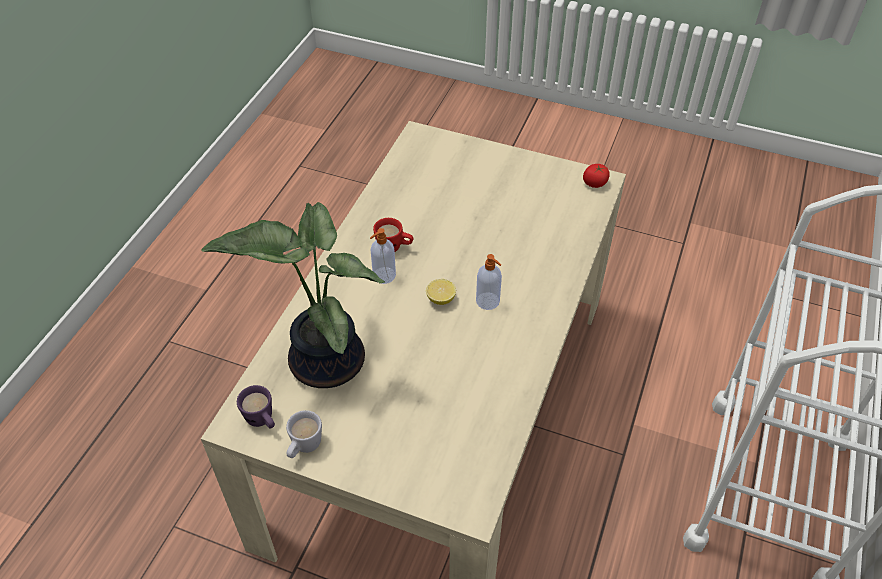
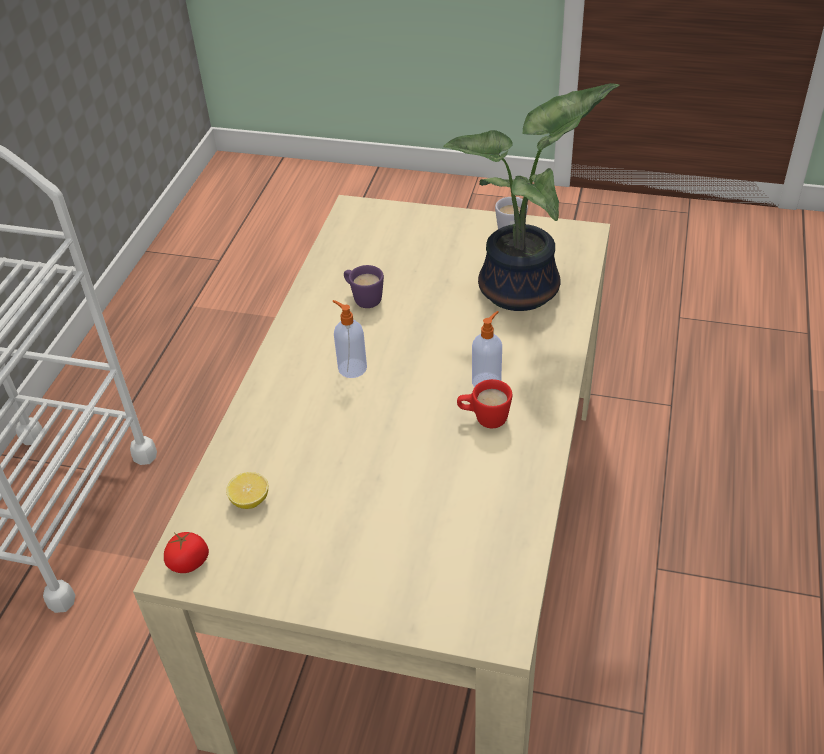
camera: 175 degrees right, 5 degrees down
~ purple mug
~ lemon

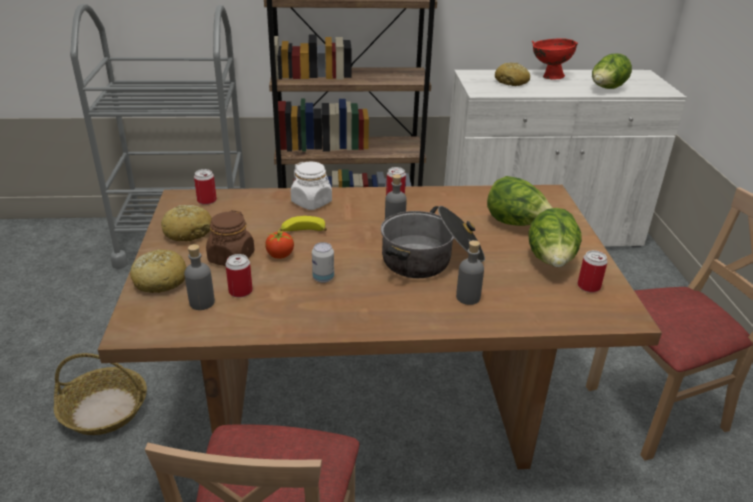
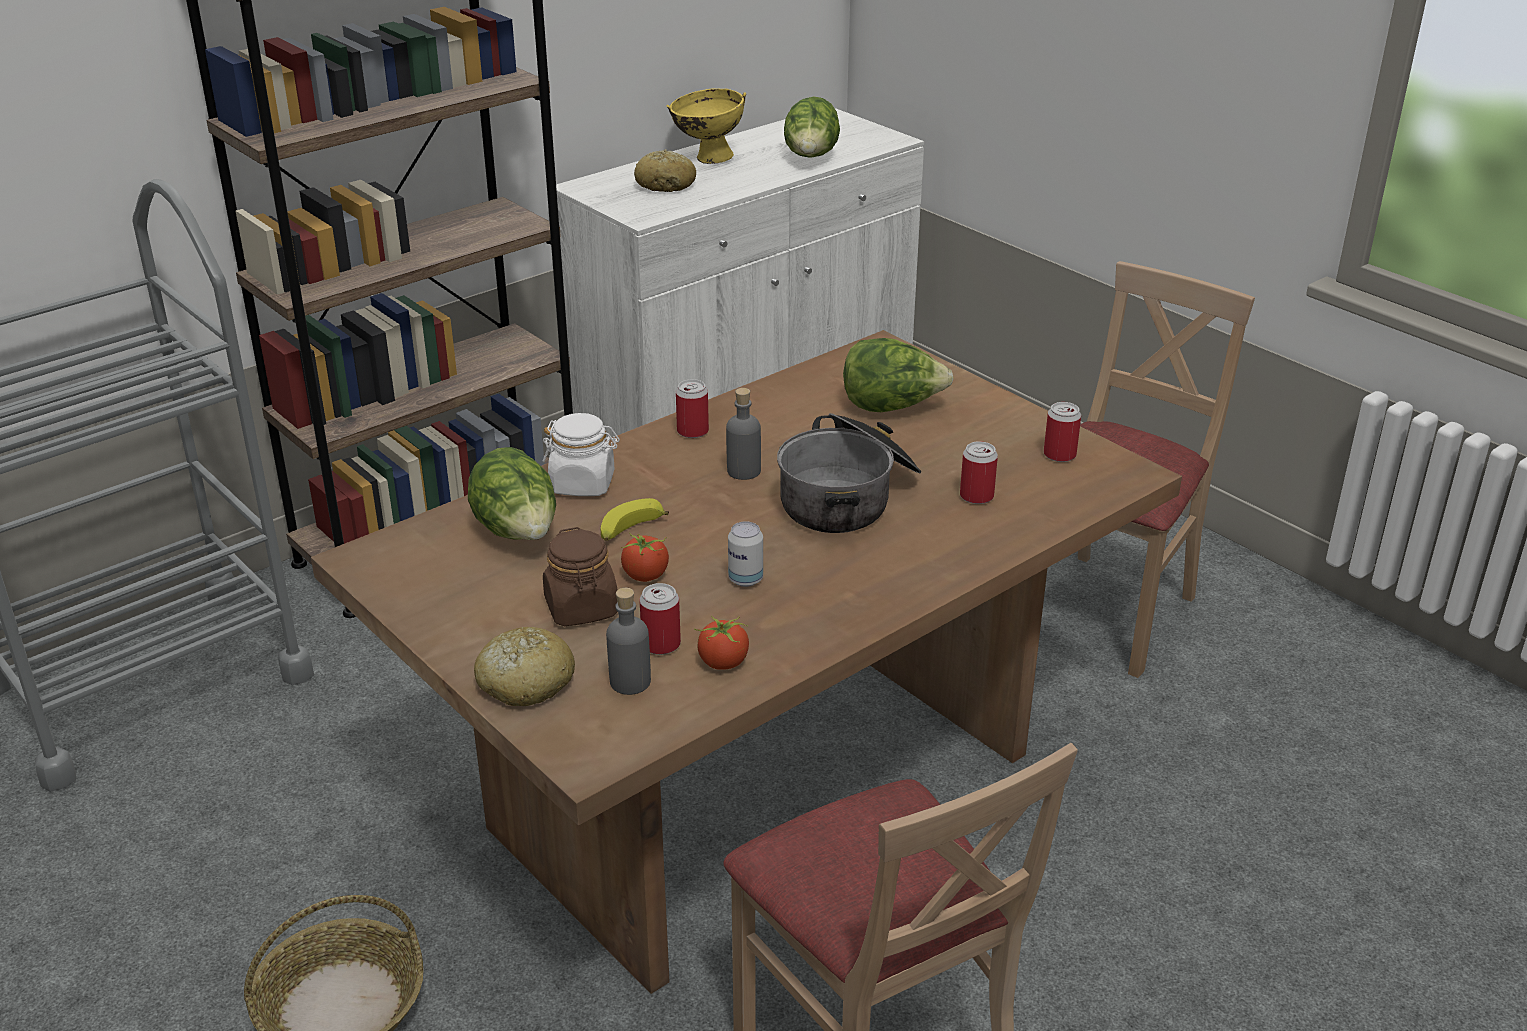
camera: 35 degrees left, 0 degrees up
- bread (2nd from left)
- grey bottle (3rd from left)
+ tomato (2nd from left)
~ can (1st from left in the first image) to can (4th from left)
~ lettuce (2nd from left in the first image) to lettuce (1st from left)
~ red bowl to yellow bowl

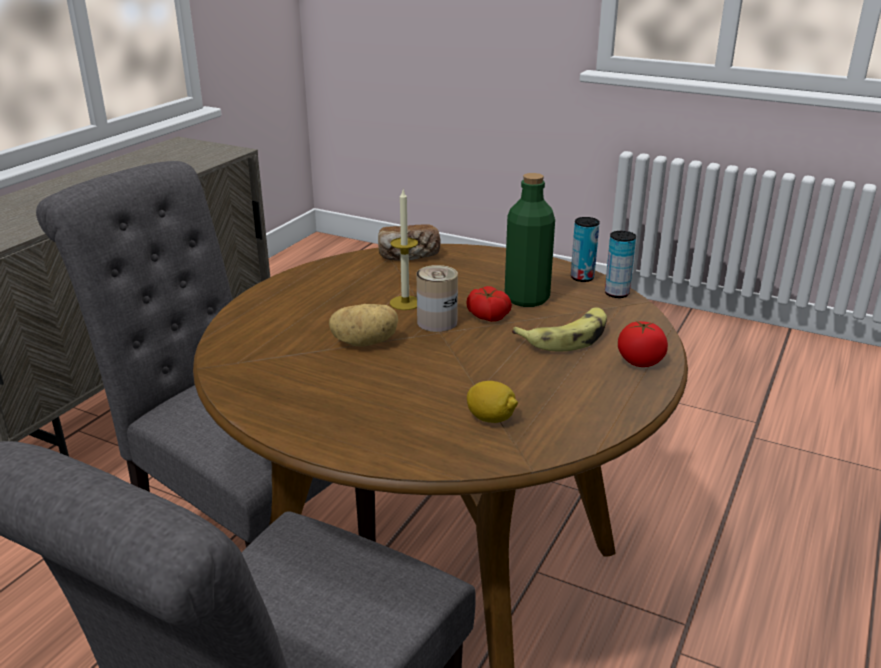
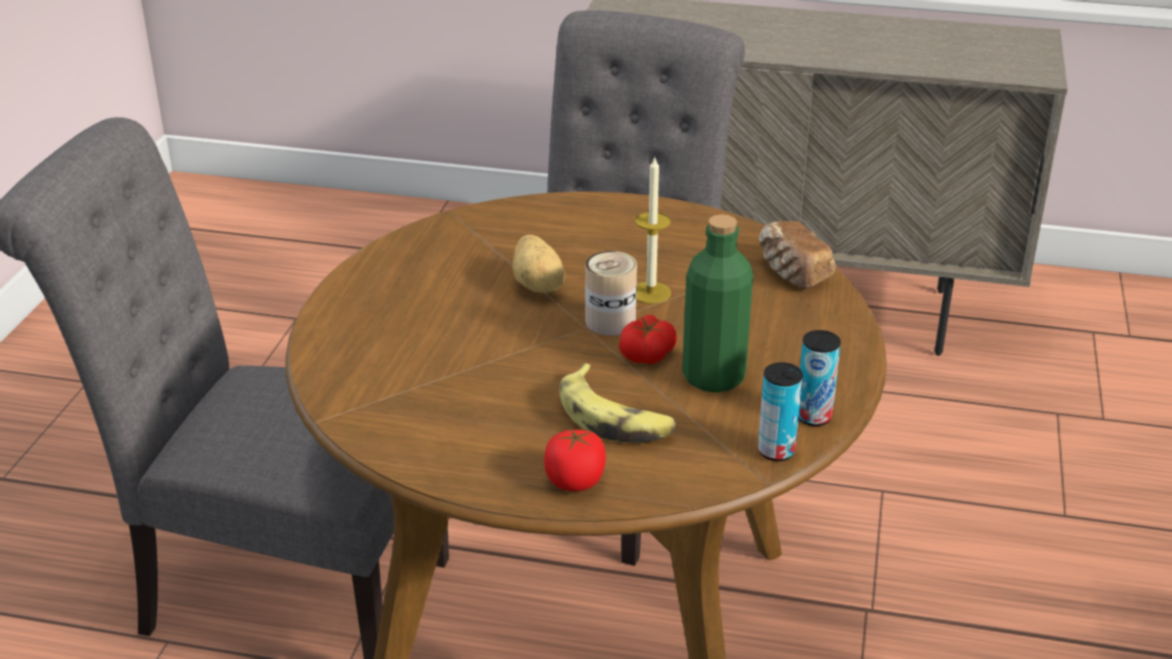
camera: 75 degrees right, 5 degrees up
- lemon

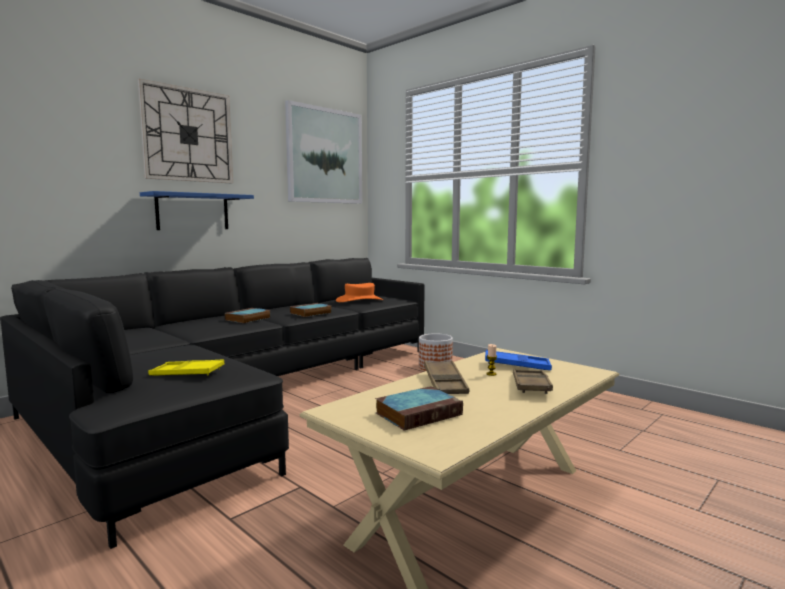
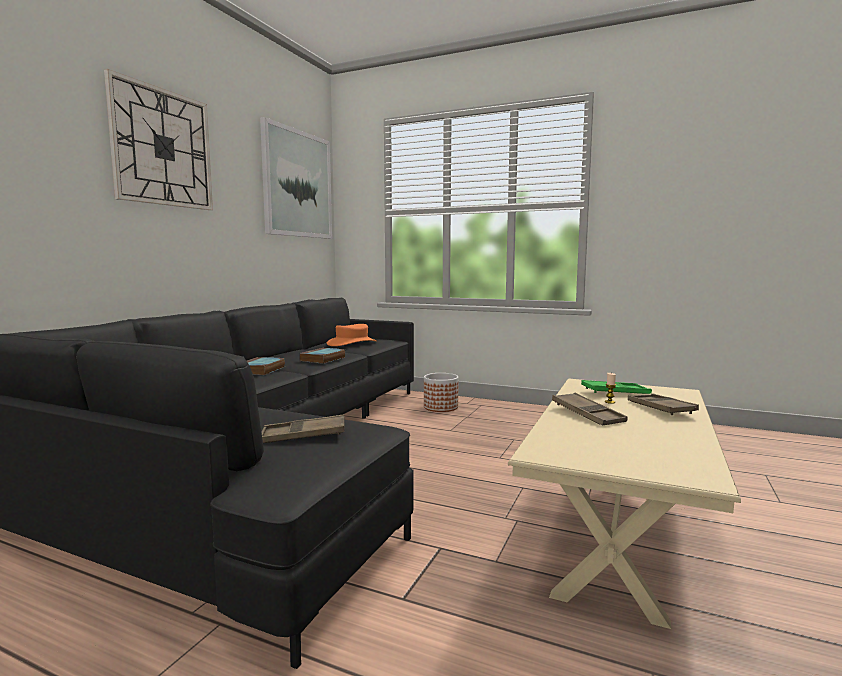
camera: 20 degrees left, 0 degrees up
- blue shelf
- book (3rd from left)
~ yellow tray to brown tray (1st from left)
~ blue tray to green tray

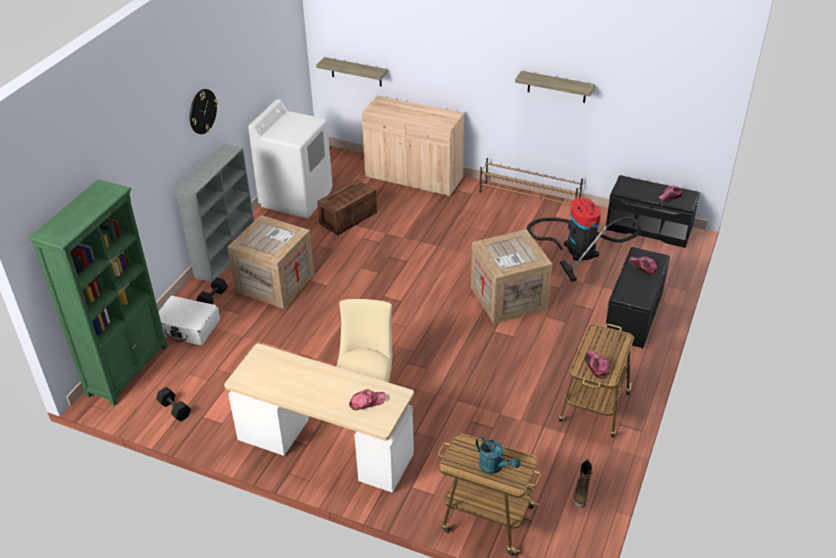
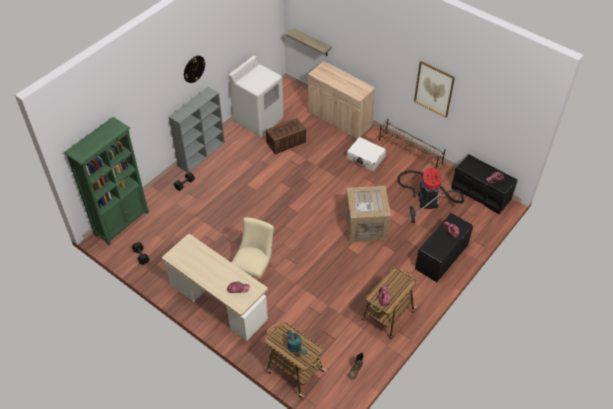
camera: 15 degrees right, 10 degrees up
- crate (1st from left)
~ white suitcase
~ shelf (2nd from left) to picture

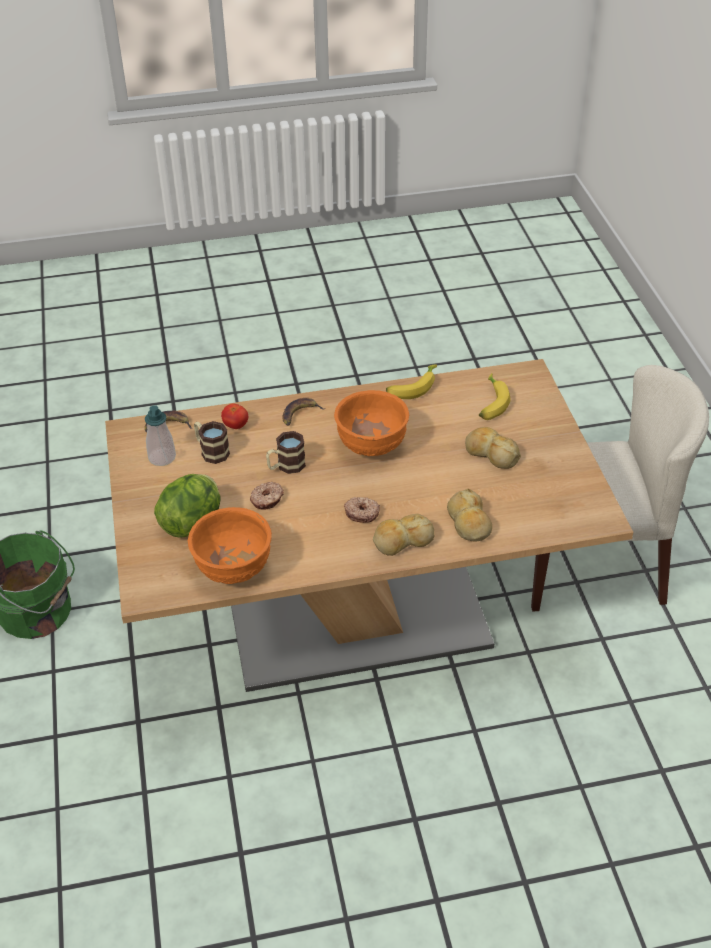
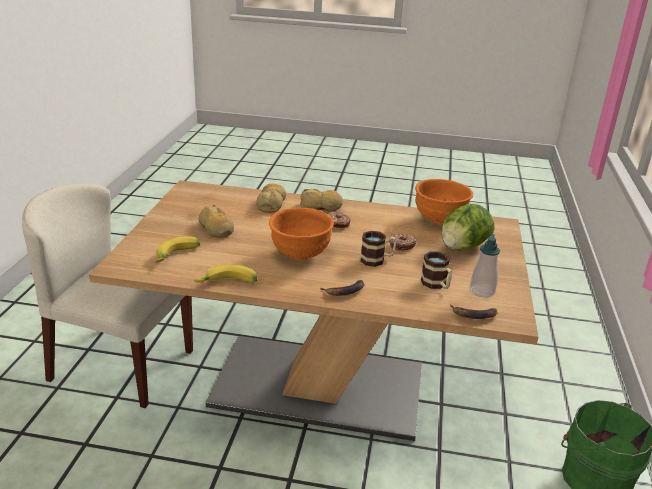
camera: 160 degrees left, 15 degrees down
- tomato

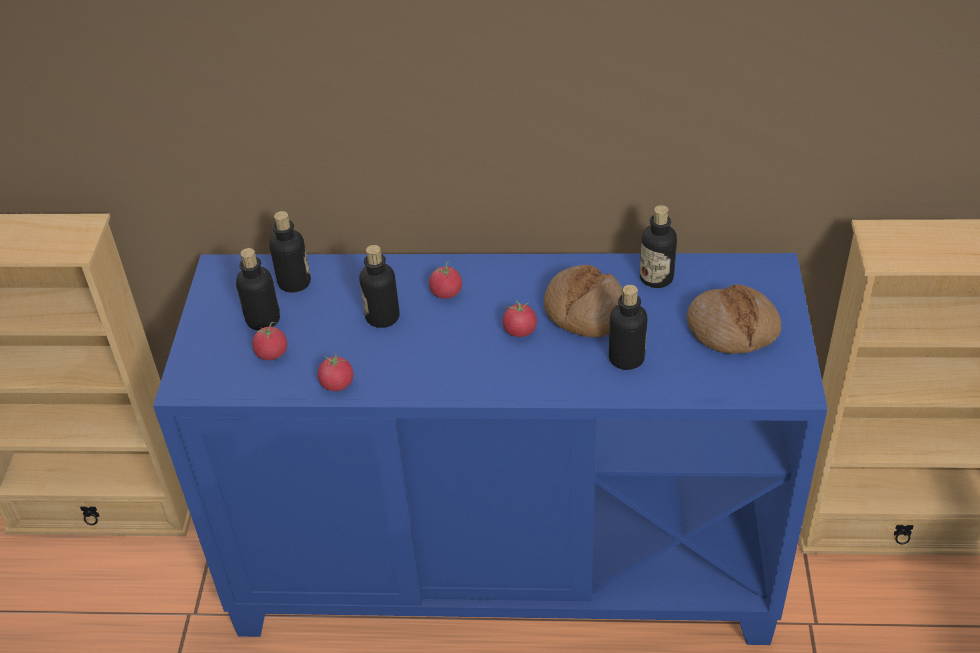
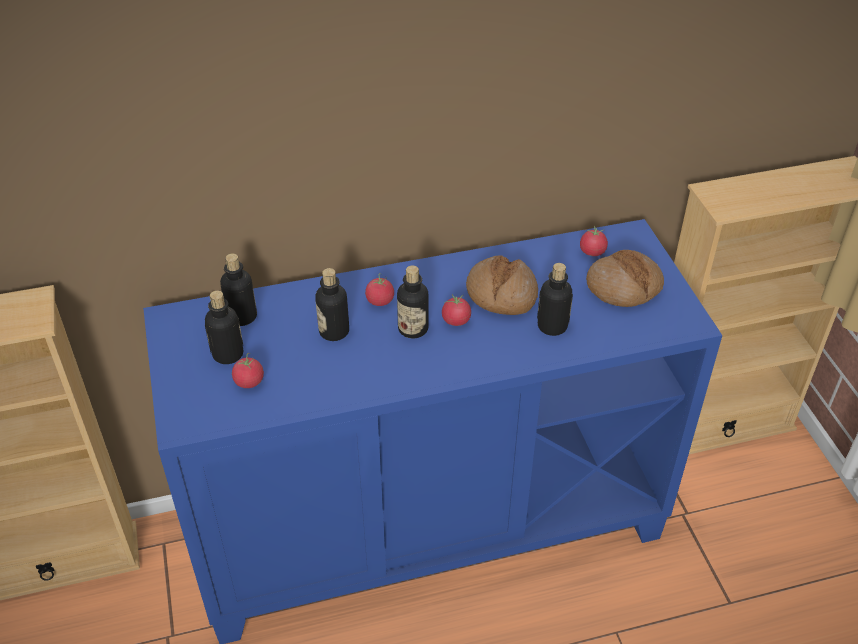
camera: 20 degrees left, 0 degrees up
~ tomato (2nd from left in the first image) to tomato (4th from left)
~ bottle (5th from left in the first image) to bottle (4th from left)

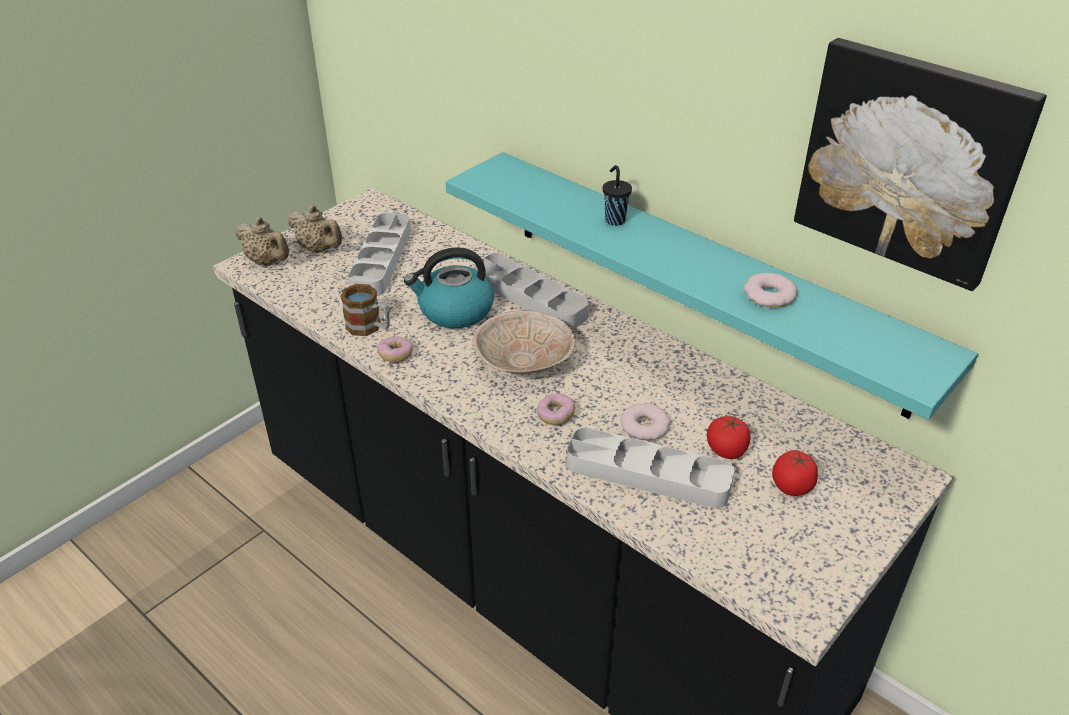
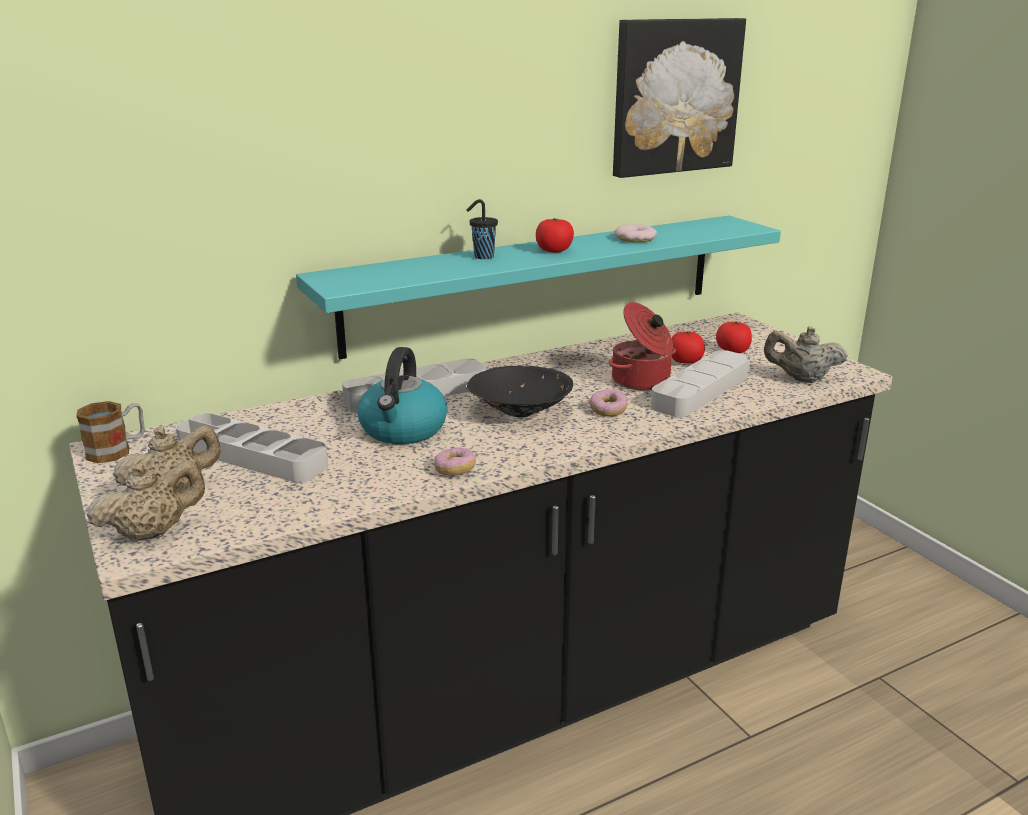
camera: 70 degrees left, 15 degrees down
+ tomato (1st from left)
+ beige teapot (3rd from left)
~ mug
~ donut (3rd from left) to cooking pot
~ beige bowl to black bowl

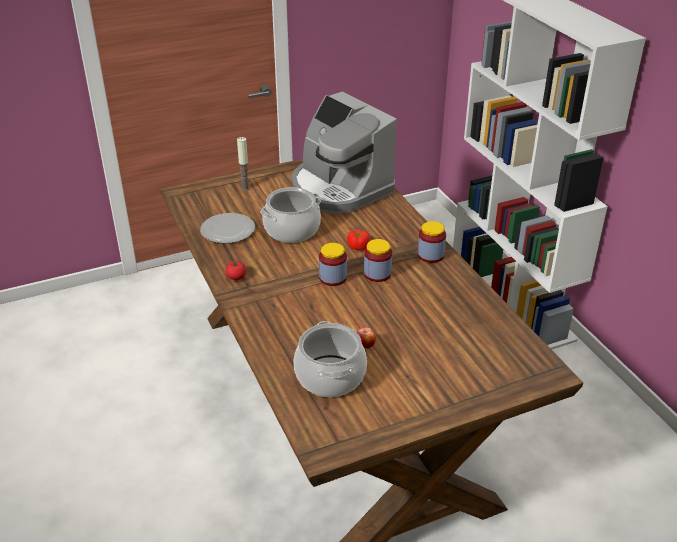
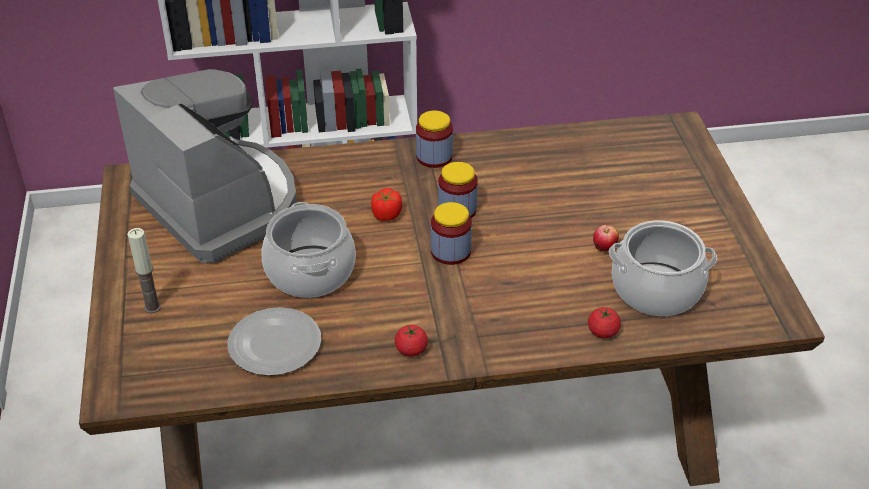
camera: 75 degrees left, 5 degrees up
+ tomato (3rd from left)
~ coffee machine 105 degrees counterclockwise

